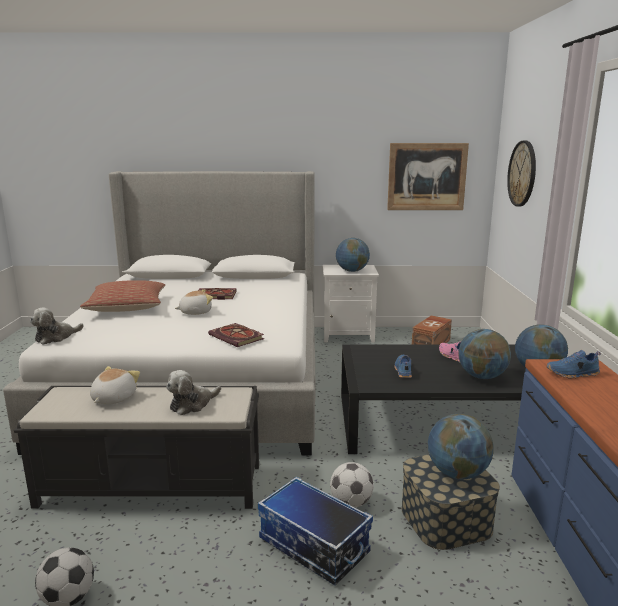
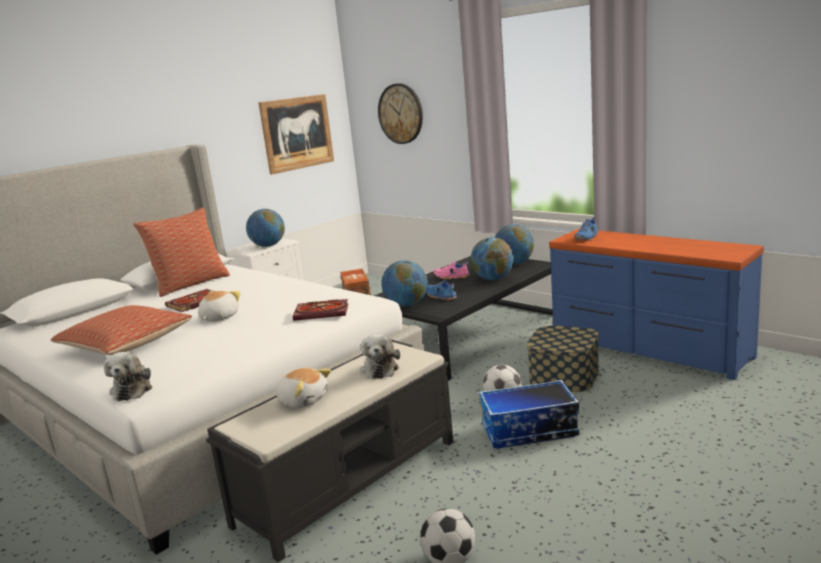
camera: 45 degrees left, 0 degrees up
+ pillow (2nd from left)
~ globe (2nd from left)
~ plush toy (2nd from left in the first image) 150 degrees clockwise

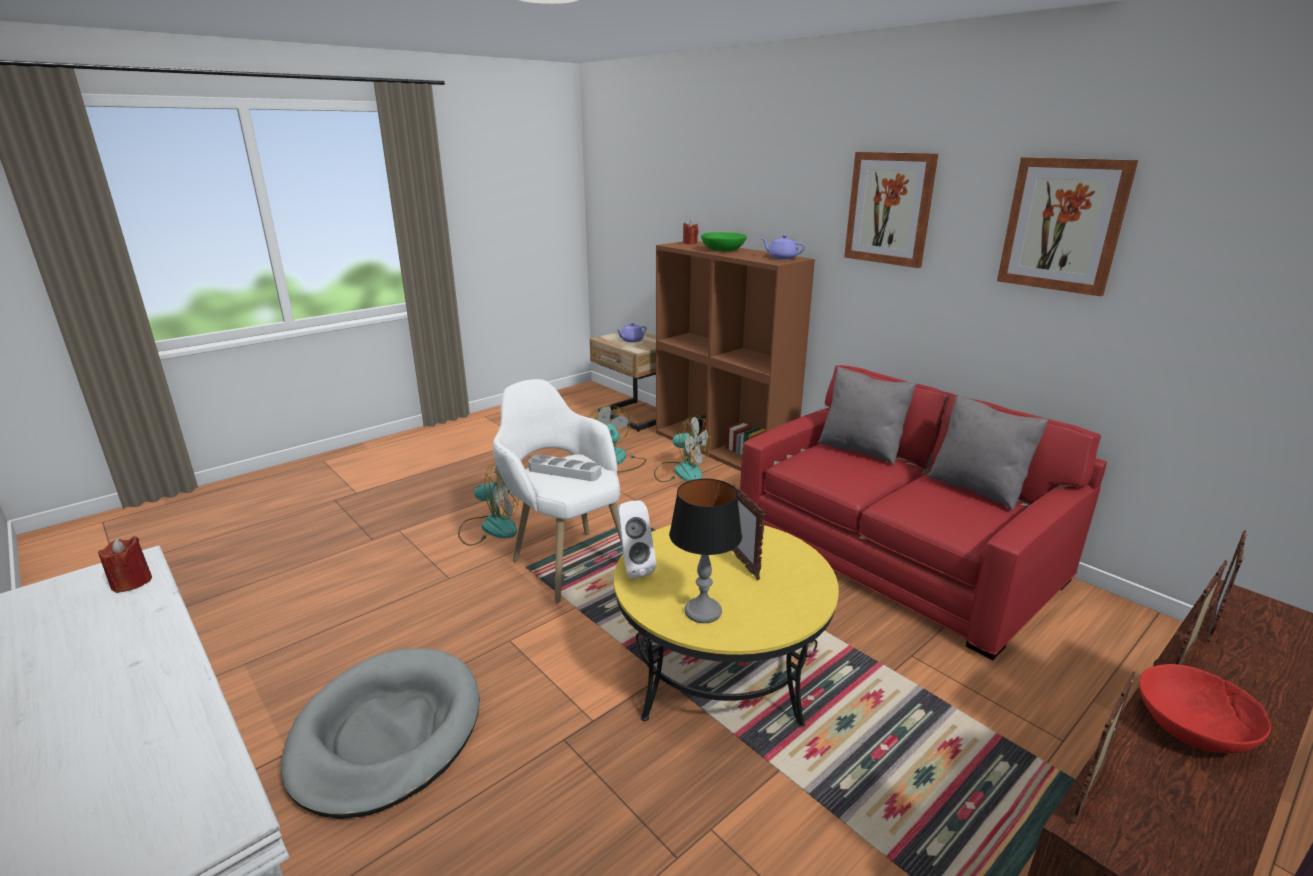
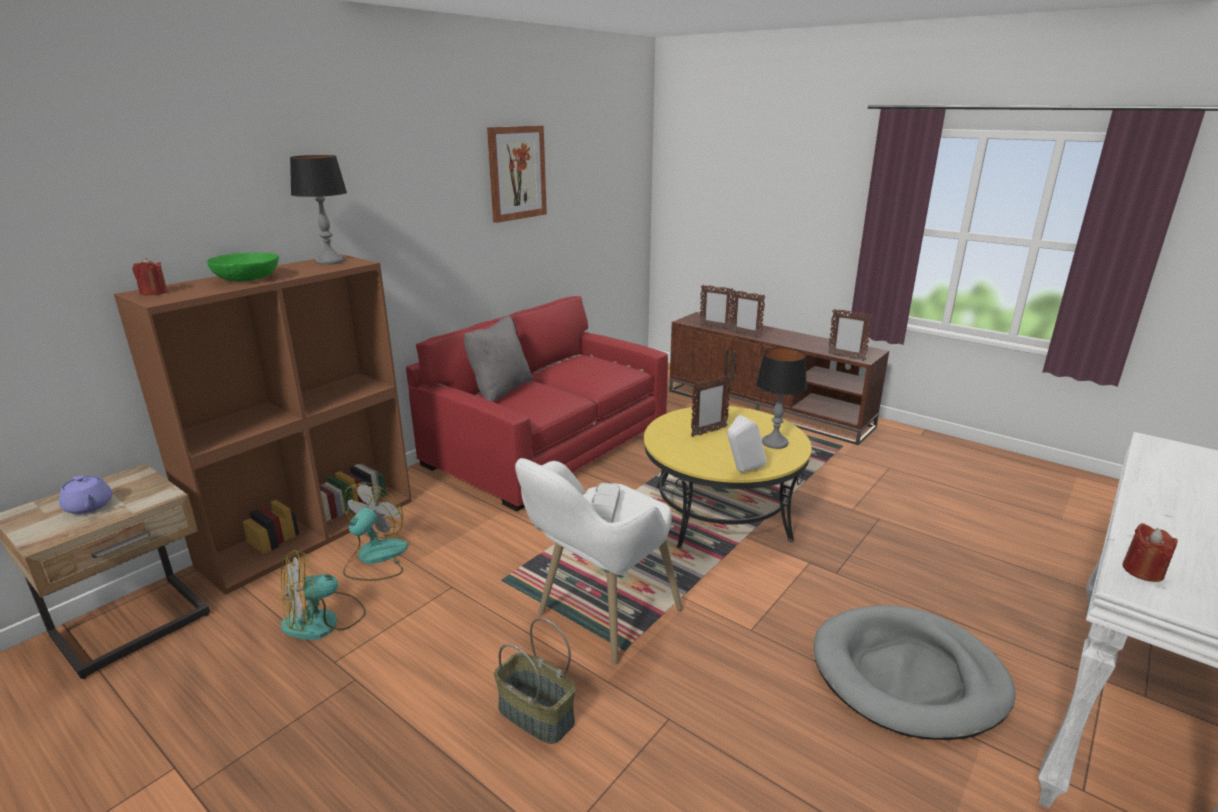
camera: 100 degrees left, 0 degrees up
- picture (1st from left)
- grey pillow (2nd from left)
- red bowl
~ fan (1st from left) to basket
~ purple teapot (2nd from left) to table lamp (1st from left)

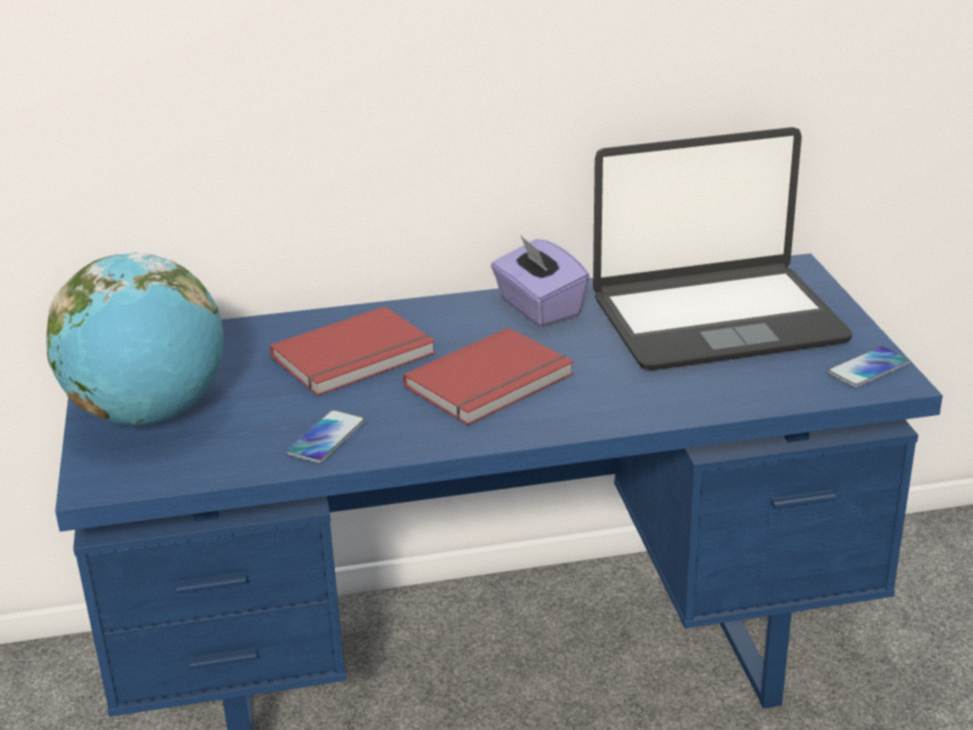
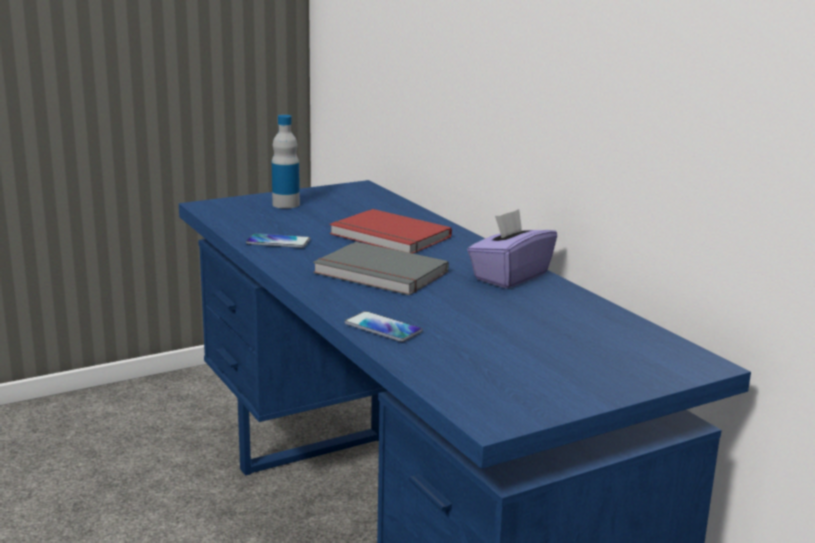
camera: 70 degrees right, 10 degrees down
- laptop
~ phone (2nd from left)
~ globe to bottle
~ red book (2nd from left) to grey book

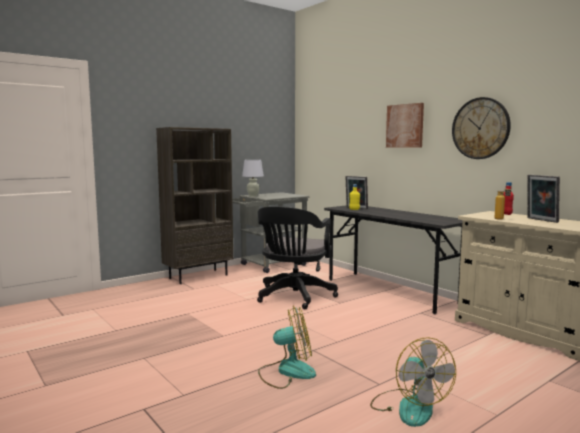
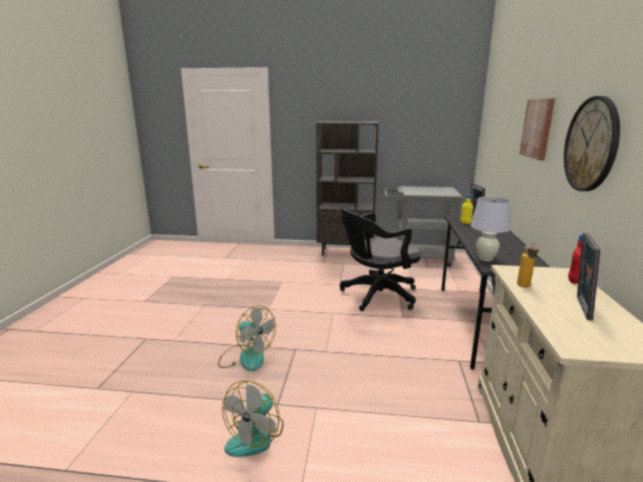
camera: 45 degrees right, 10 degrees up
~ white table lamp

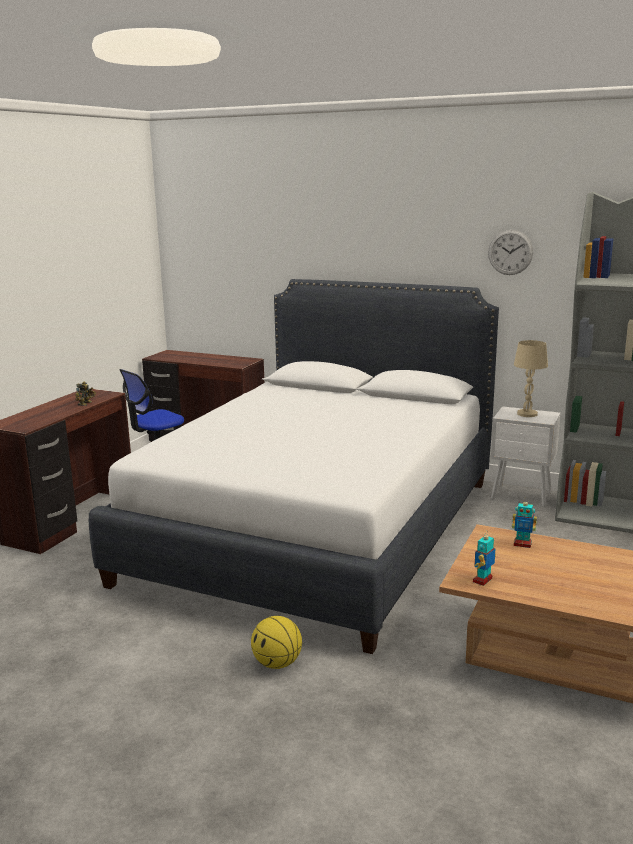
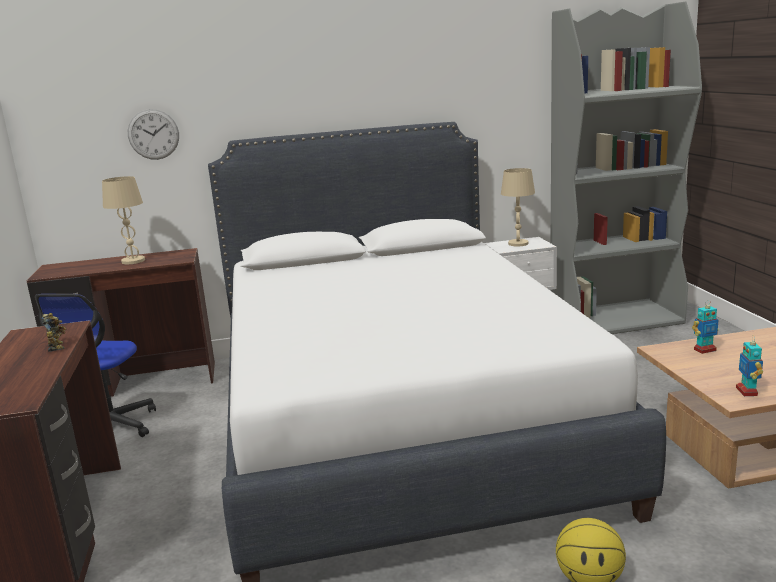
camera: 35 degrees left, 0 degrees up
+ beige table lamp (1st from left)
~ wall clock

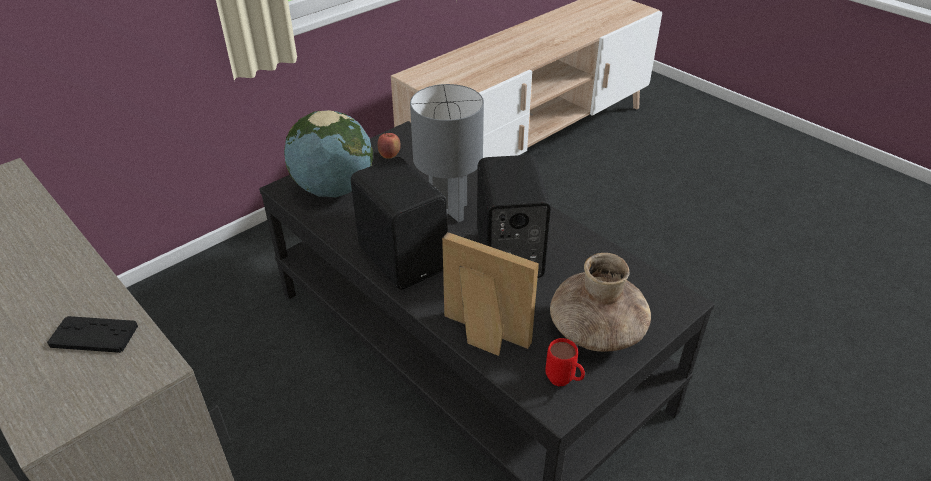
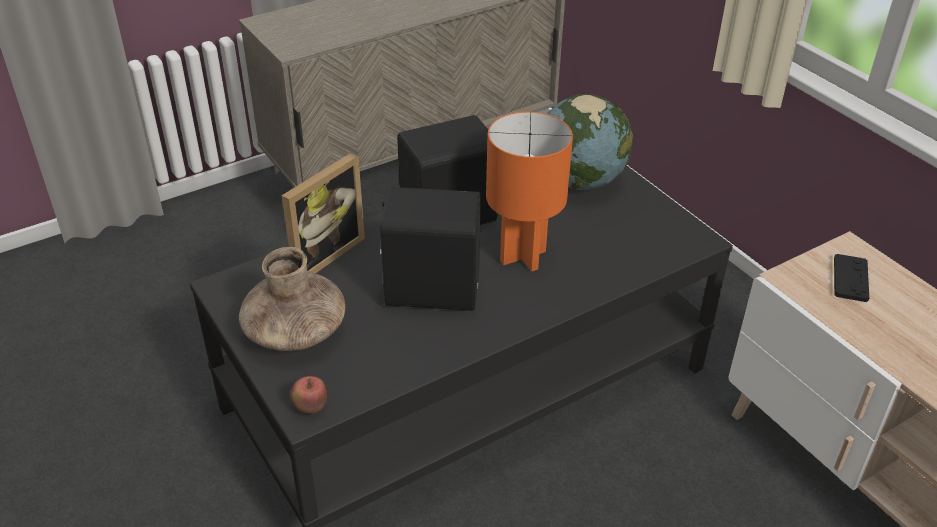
camera: 100 degrees right, 0 degrees up
- red mug
~ black game controller
~ apple
~ grey table lamp to orange table lamp

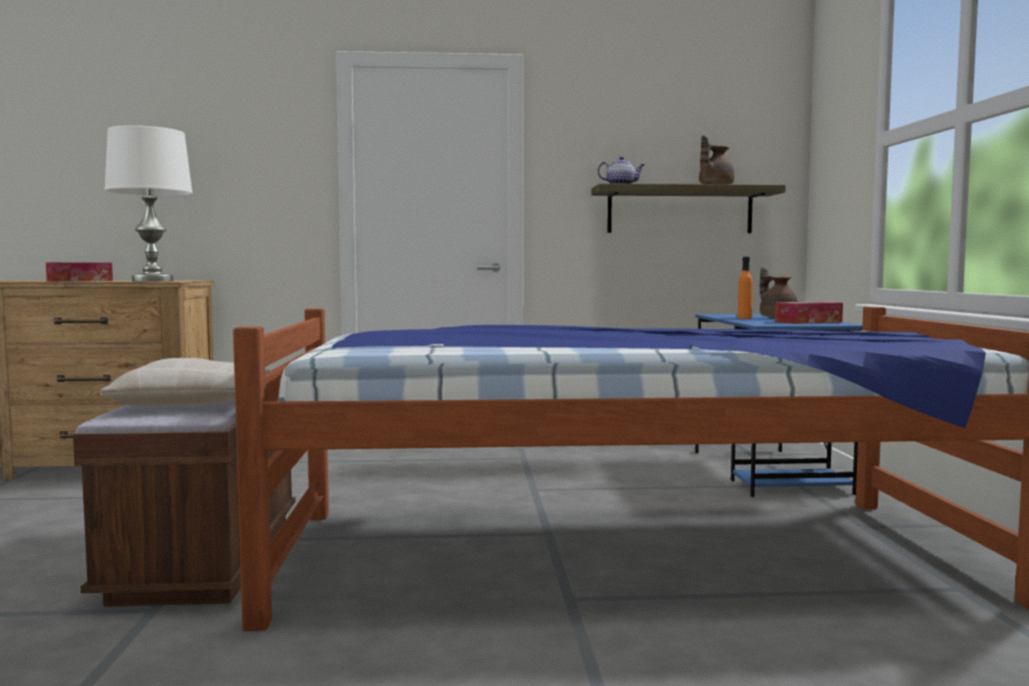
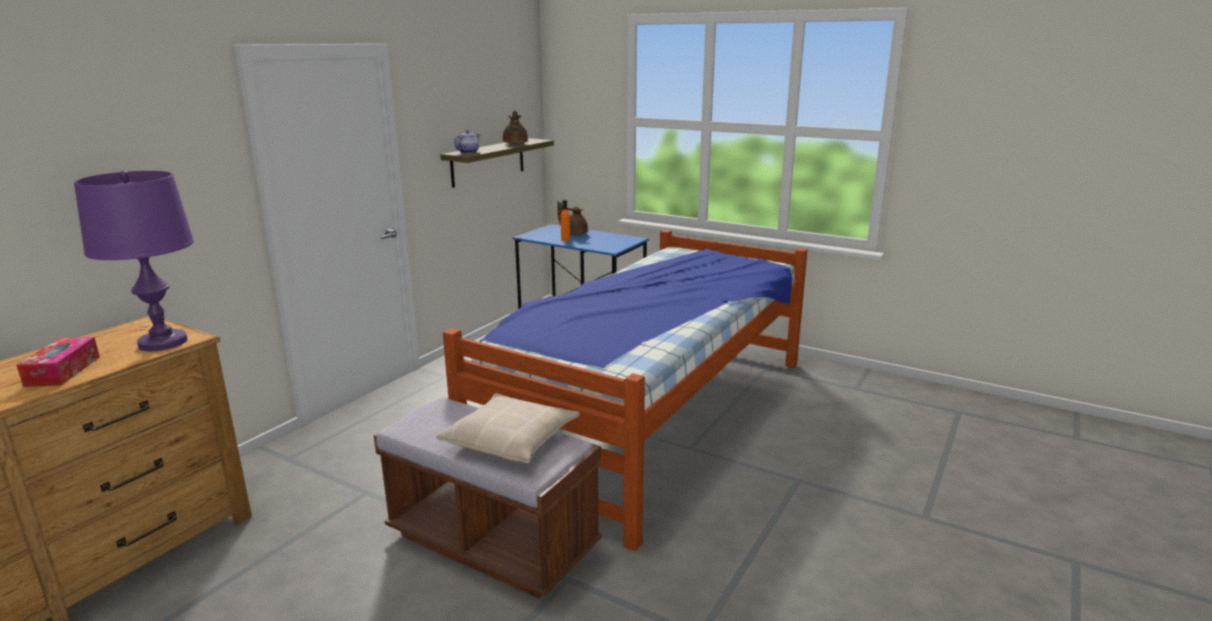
camera: 55 degrees left, 15 degrees up
- tissue box (2nd from left)
~ white table lamp to purple table lamp

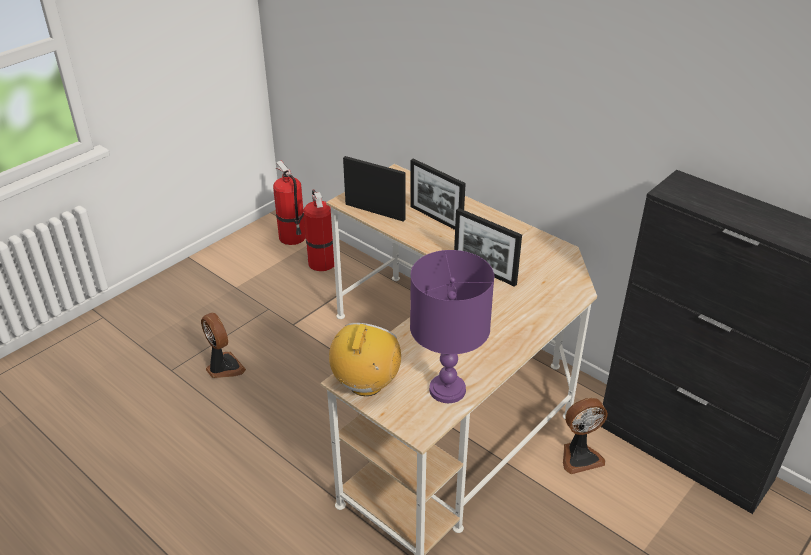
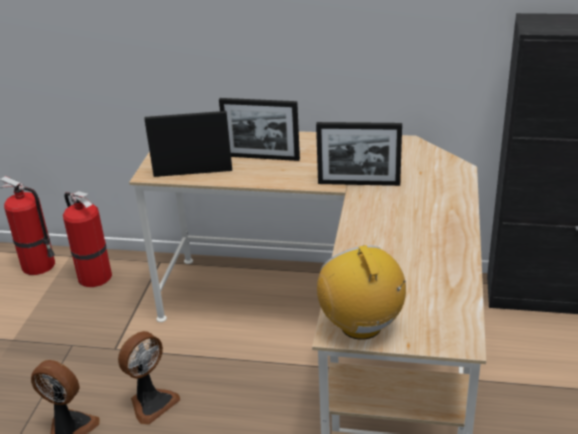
camera: 30 degrees left, 5 degrees down
- purple table lamp
~ fan (2nd from left)

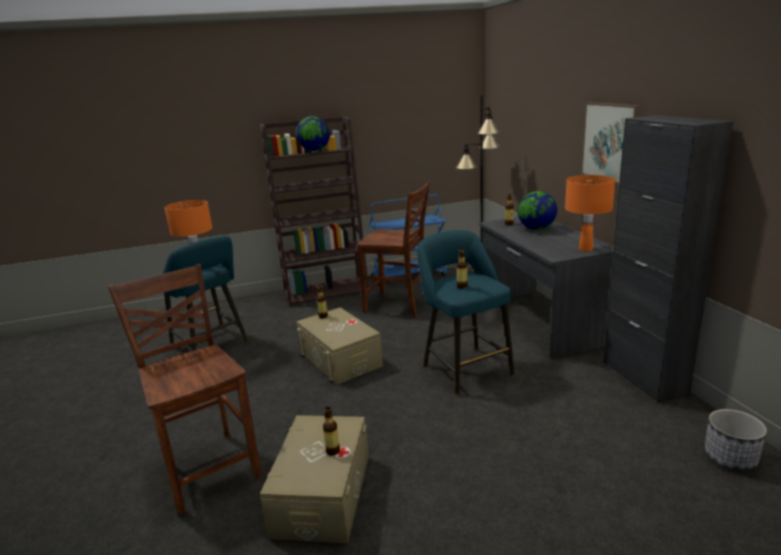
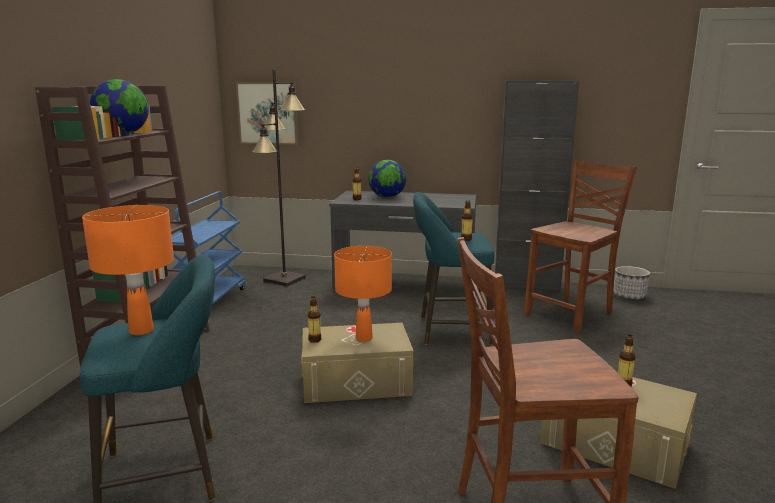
camera: 65 degrees left, 5 degrees down
~ brown chair (2nd from left)
~ orange table lamp (2nd from left)
~ picture

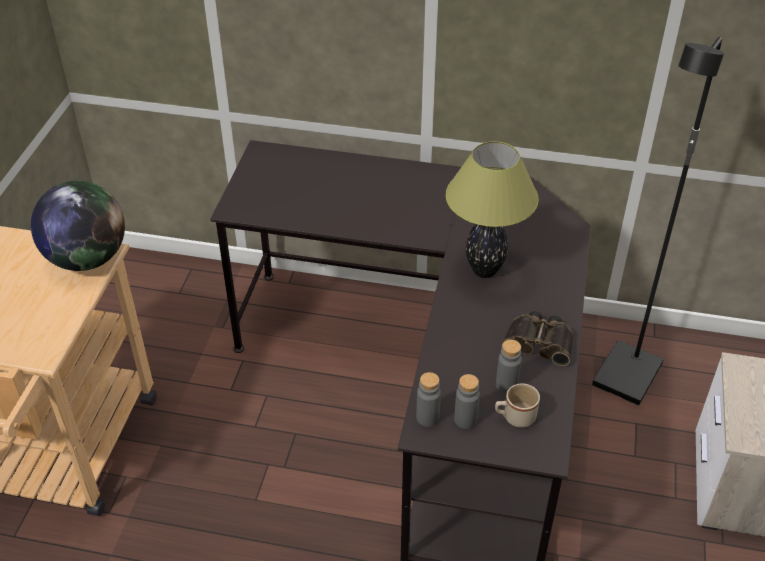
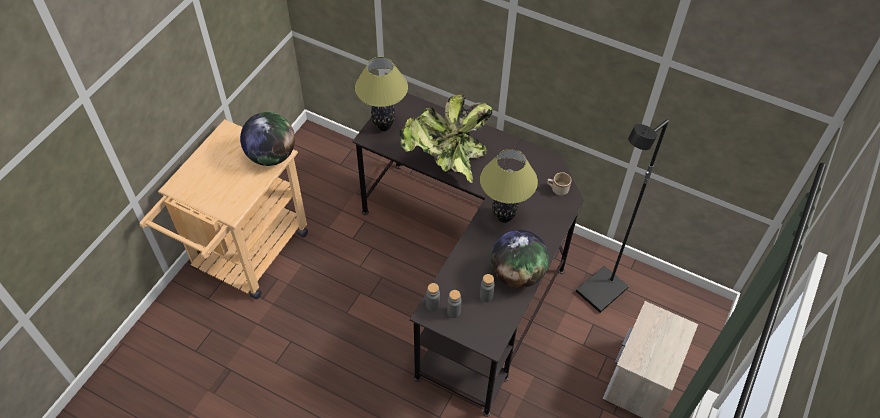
camera: 15 degrees right, 10 degrees up
+ table lamp (1st from left)
+ potted plant
~ beige mug
~ binoculars to globe (2nd from left)

